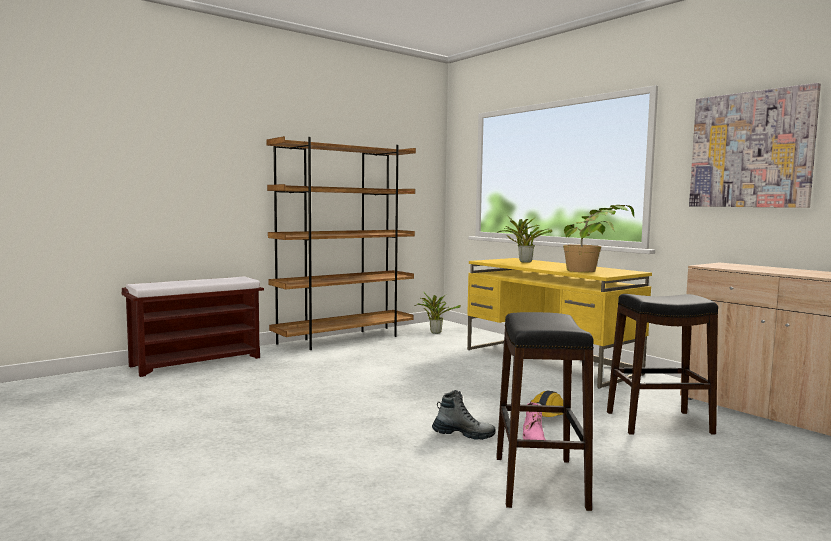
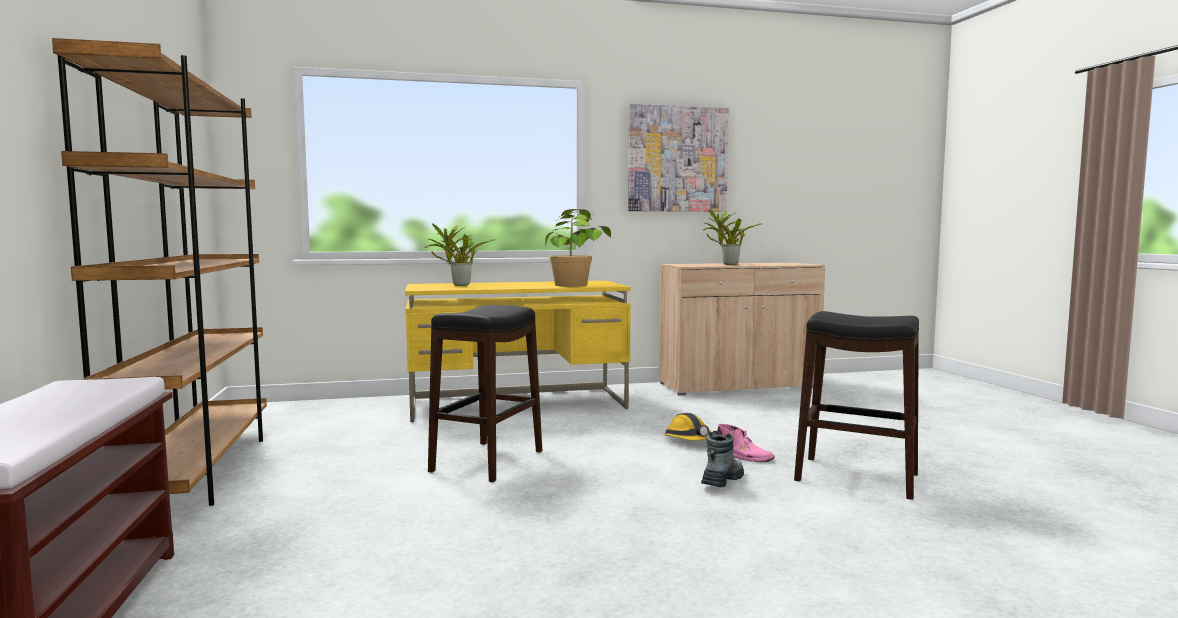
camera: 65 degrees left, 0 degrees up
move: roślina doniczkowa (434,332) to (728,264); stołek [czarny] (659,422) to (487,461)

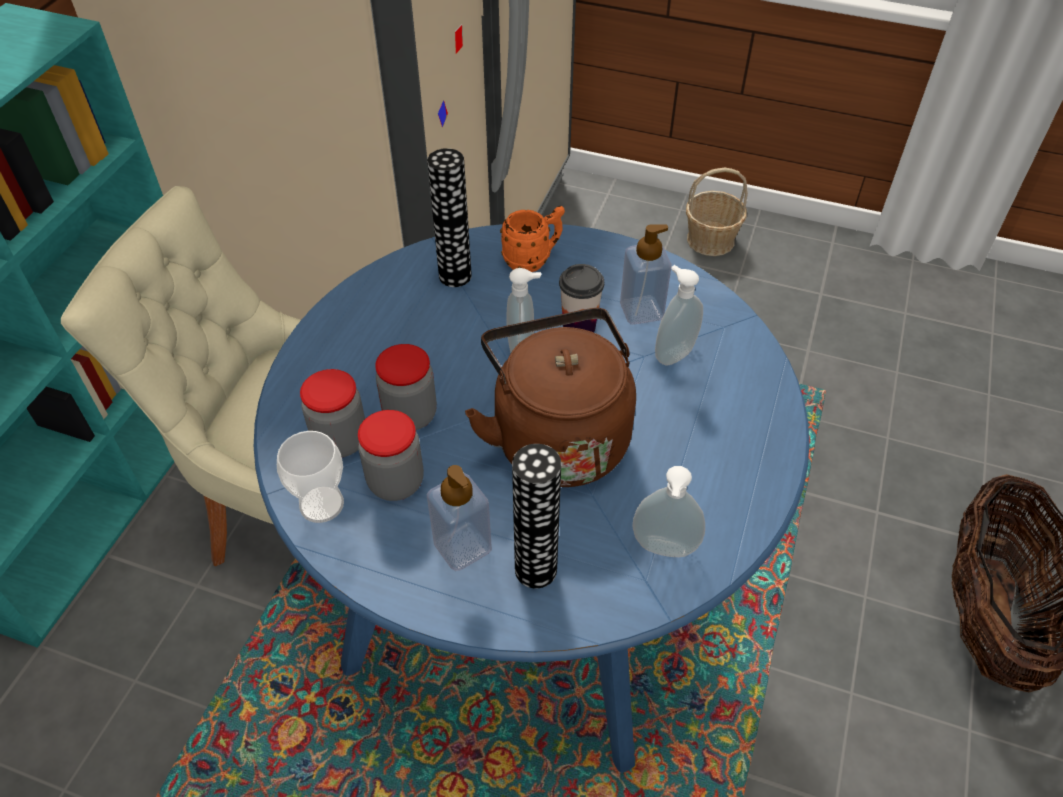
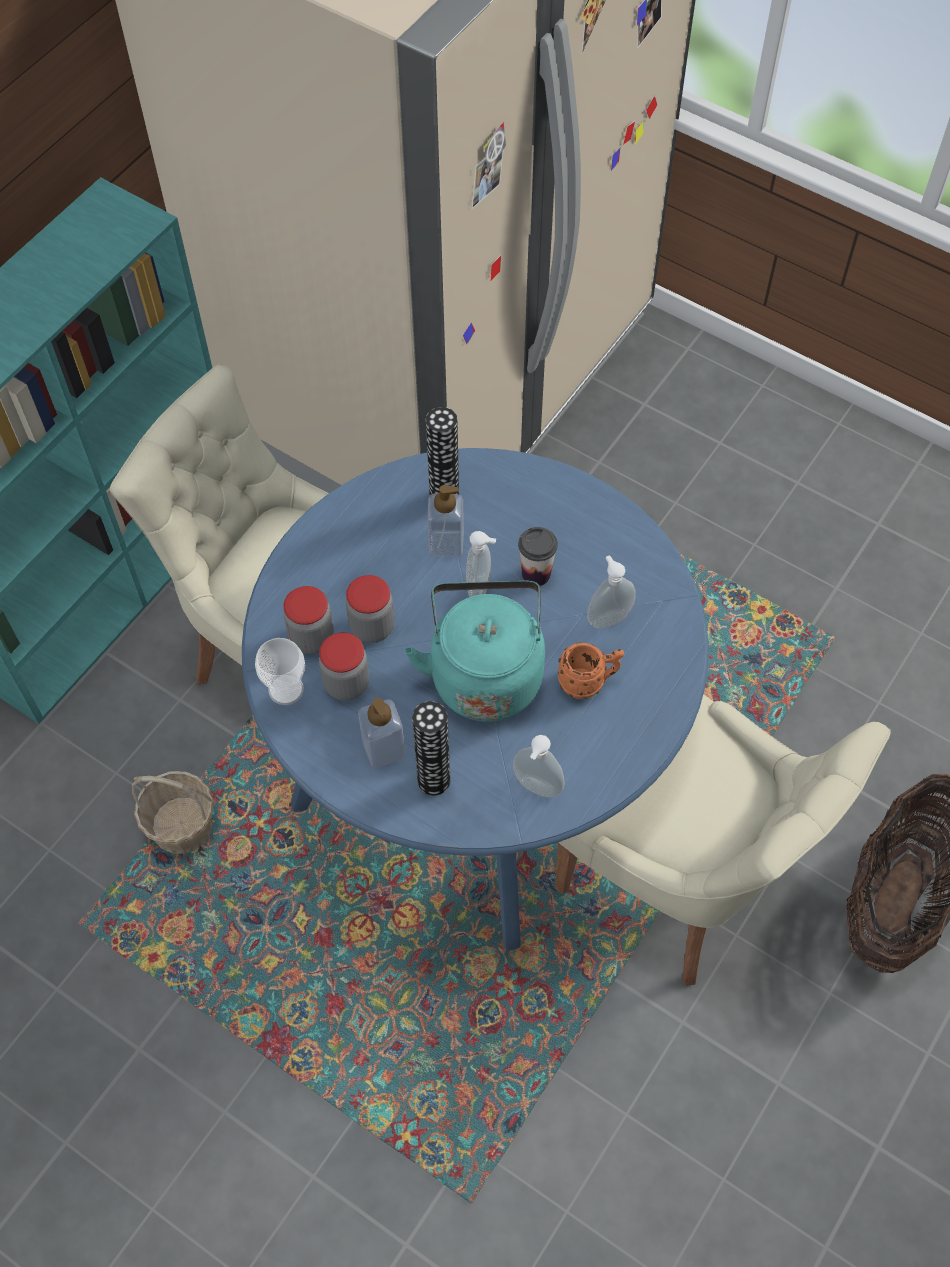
camera: 15 degrees right, 10 degrees up
insert: krzesło [beżowy] (682,878)
move: koszyk (711,240) to (182,826); kubek [pomarańczowy] (533,259) to (588,682); dozownik mydła (641,311) to (446,543)
recolor: czajnik [brązowy] (557,436) to czajnik [turkusowy] (485,673)

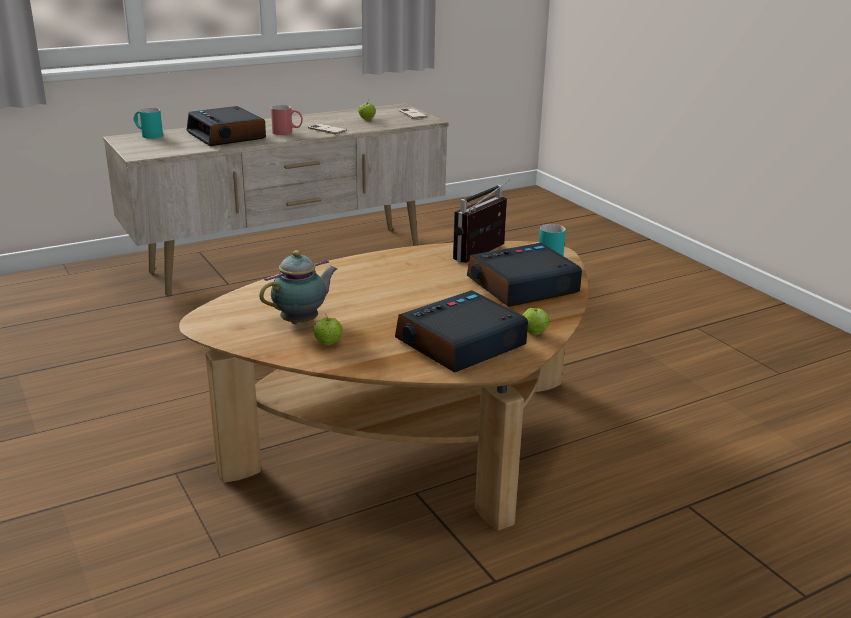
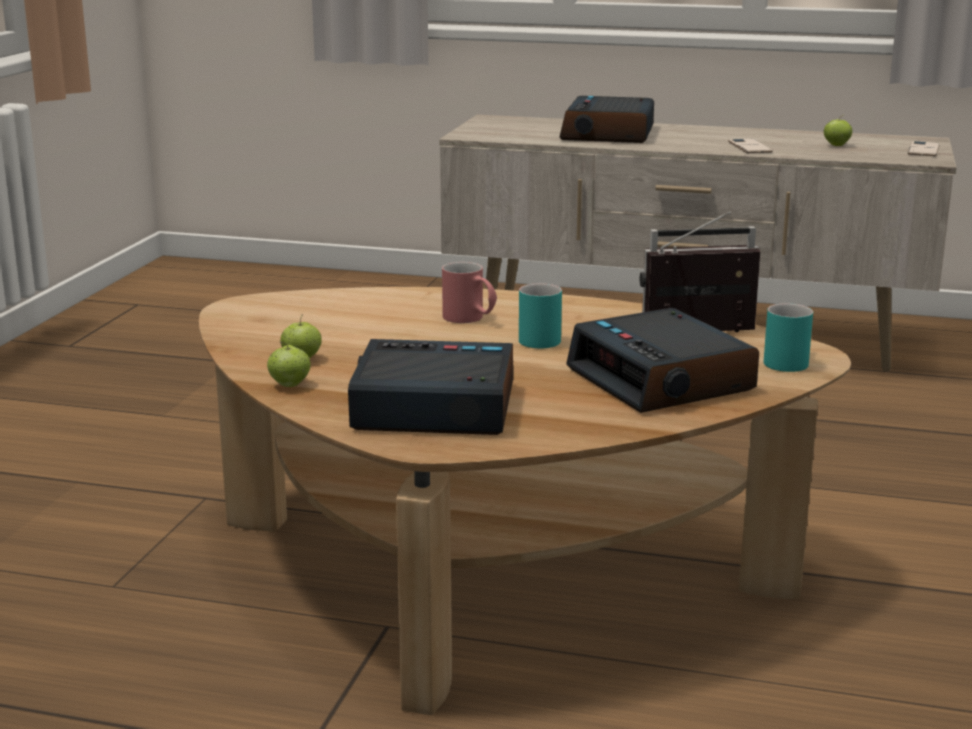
camera: 45 degrees right, 5 degrees down
delete: imbryk (302,321)
move: kubek [czerwony] (287,132) to (470,319); kubek [turkusowy] (148,135) to (536,338); jabłko (534,333) to (290,385)
rotate: budzik (522,286) = (662,380) 135 degrees counterclockwise

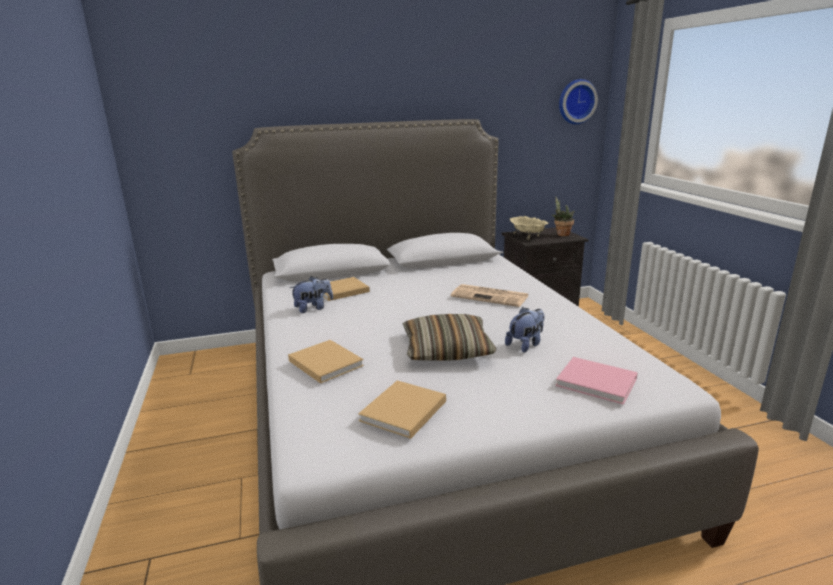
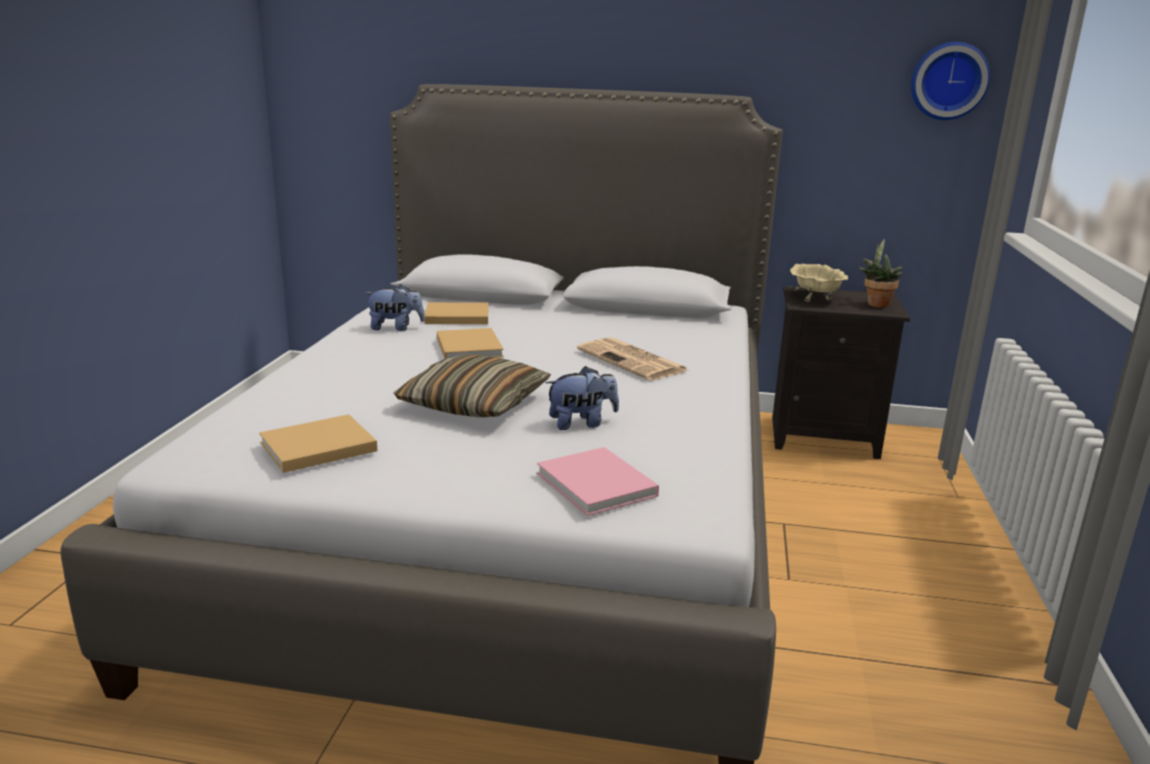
camera: 25 degrees right, 0 degrees up
move: książka [beżowy] (324,362) to (468,346)

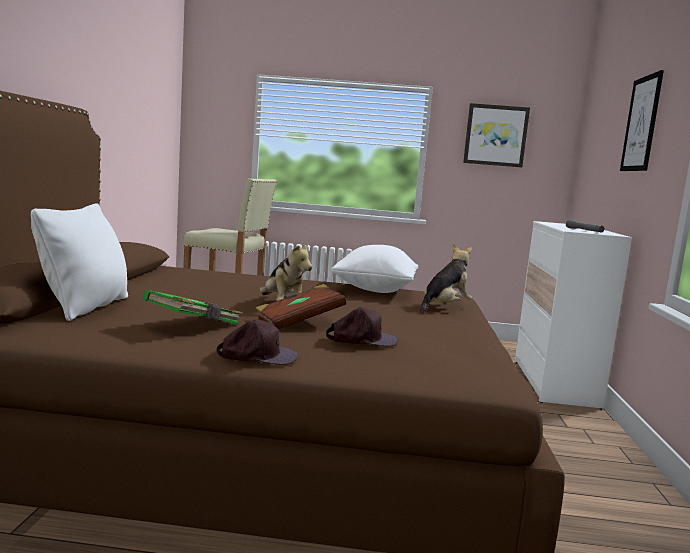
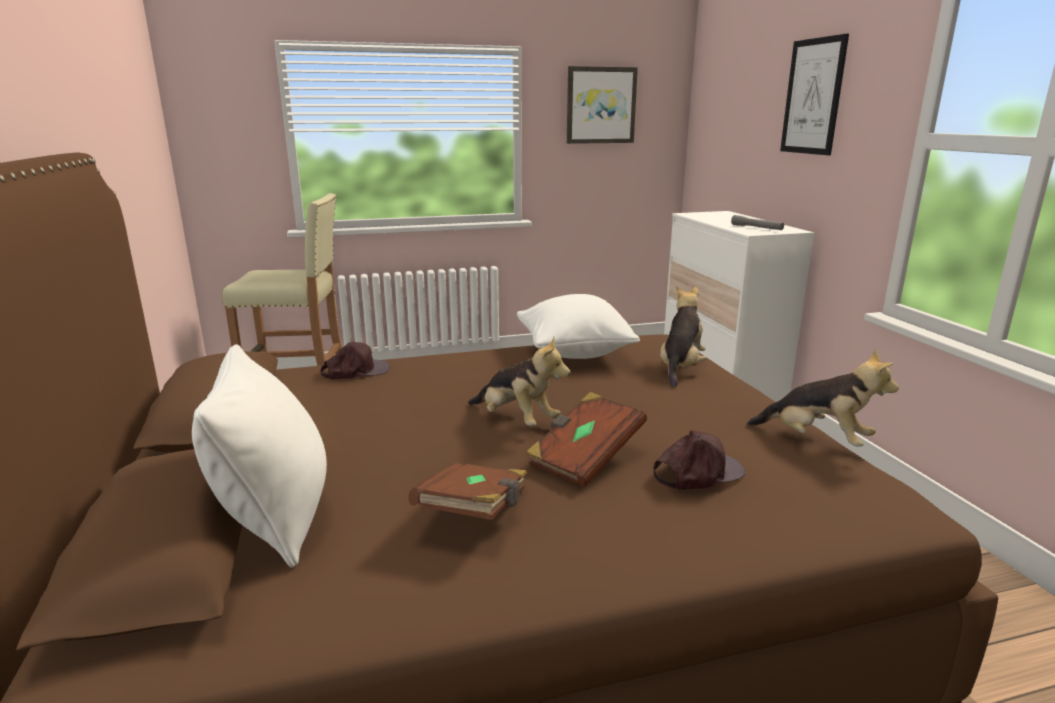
camera: 20 degrees left, 10 degrees up
insert: pluszak (816,440)
move: czapka z daszkiem [brązowy] (258,355) to (356,371)
recolor: książka [zielony] (194,325) to książka [brązowy] (475,511)

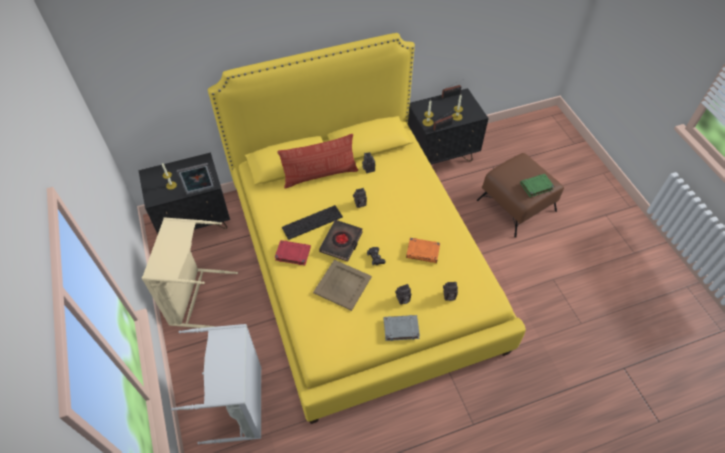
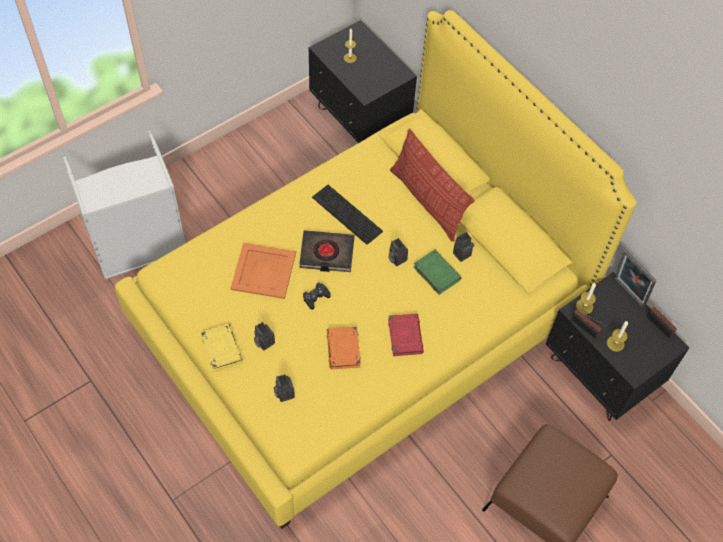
camera: 70 degrees right, 5 degrees up
delete: kosz na pranie [beżowy] (196,297)
move: ramka na zdjęcie (201,192) to (627,293); książka [zielony] (536,187) to (436,273); książka [czerwony] (292,254) to (405,336)
recolor: taca [beżowy] (342,284) to taca [pomarańczowy] (264,270); książka [szary] (400,329) to książka [żółty] (221,348)

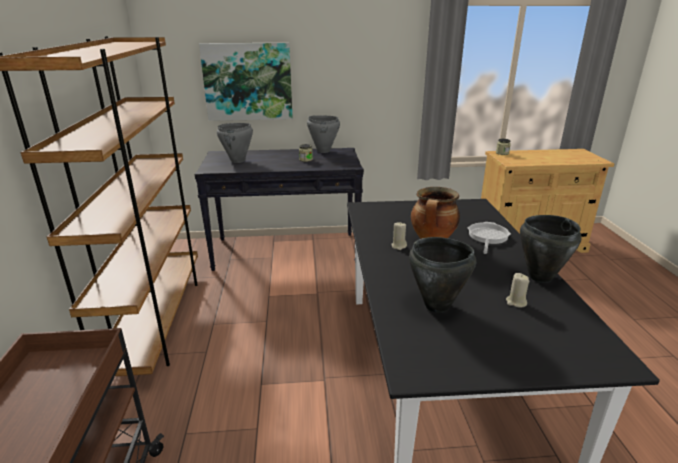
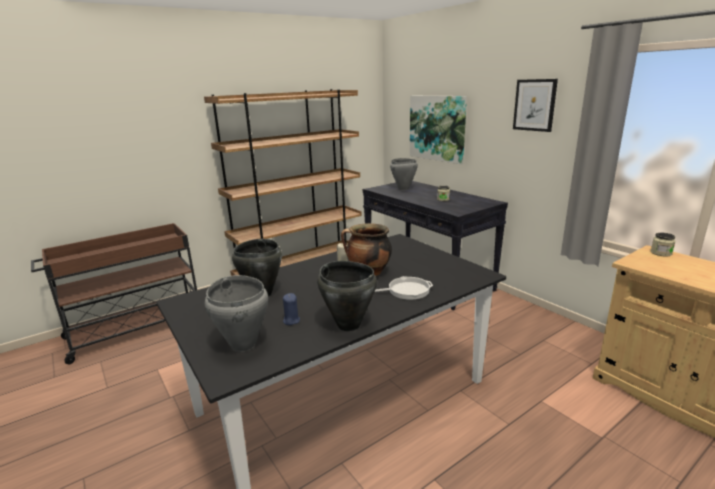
camera: 60 degrees right, 5 degrees down
insert: obraz (534,105)
move: garnek [szary] (323,151) to (244,344)
recolor: świeca [beżowy] (516,302) to świeca [niebieski] (291,320)

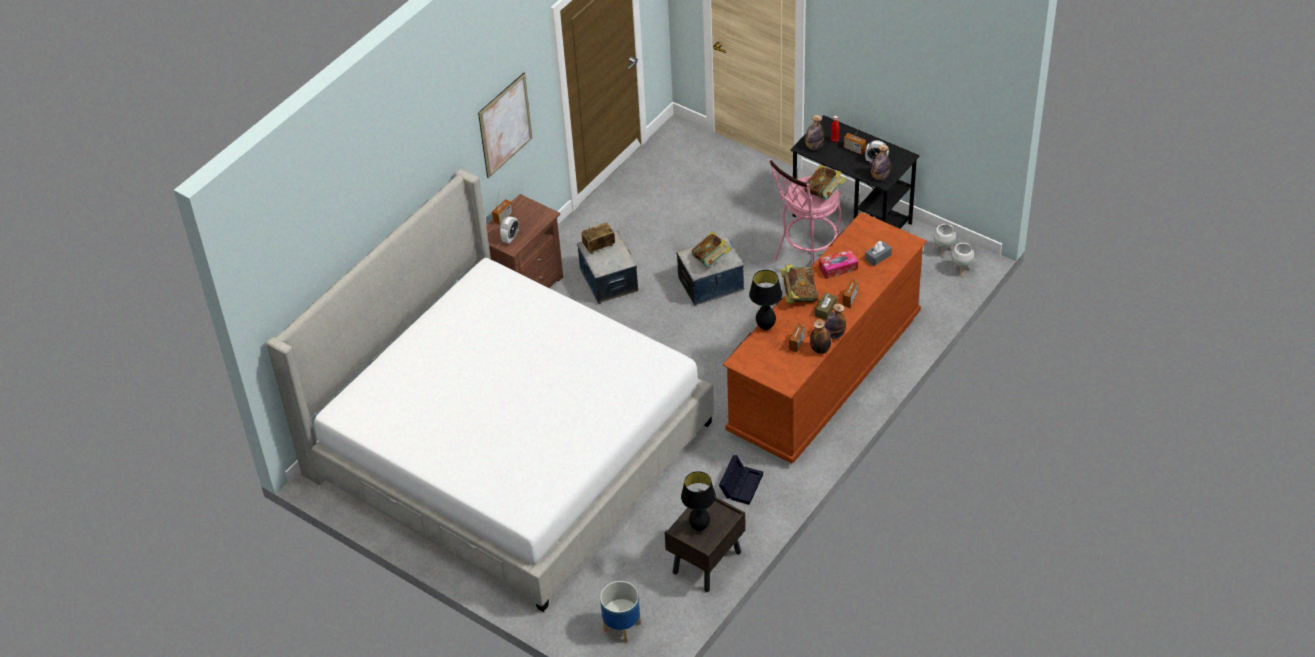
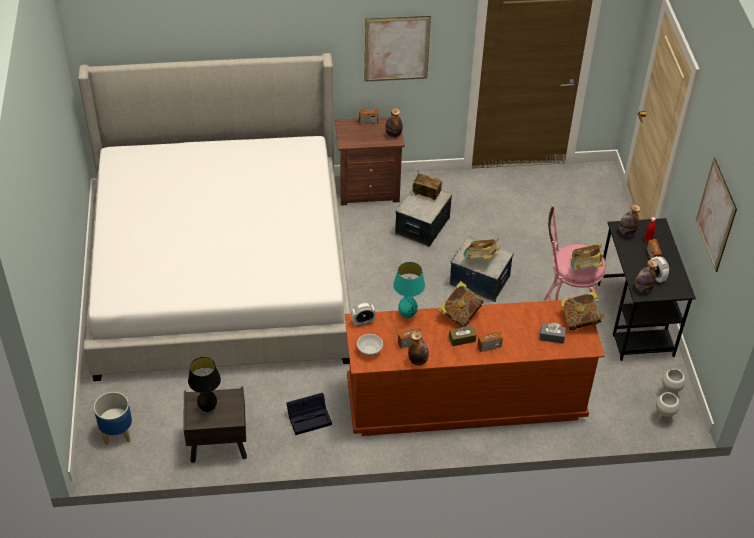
camera: 45 degrees right, 0 degrees up
delete: pudełko chusteczek (838,268)
insert: obraz (716,214); książka (580,321); miska (369,350)
move: budzik (510,238) to (363,322); butelka (834,334) to (393,135)
recolor: lampa stołowa [czarny] (765,326) to lampa stołowa [turkusowy] (407,315)

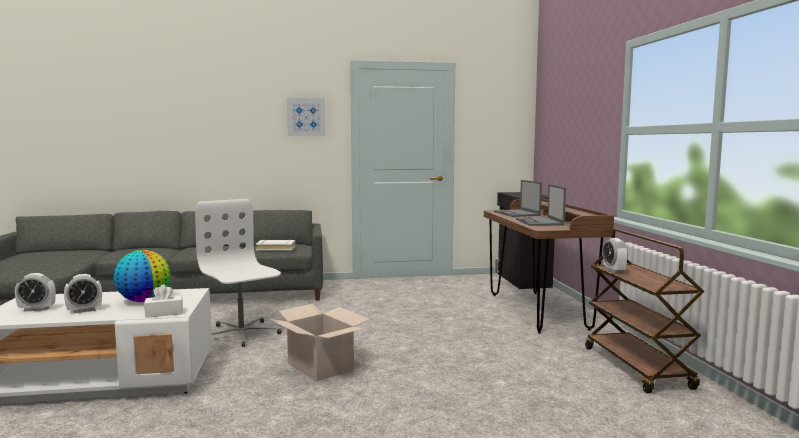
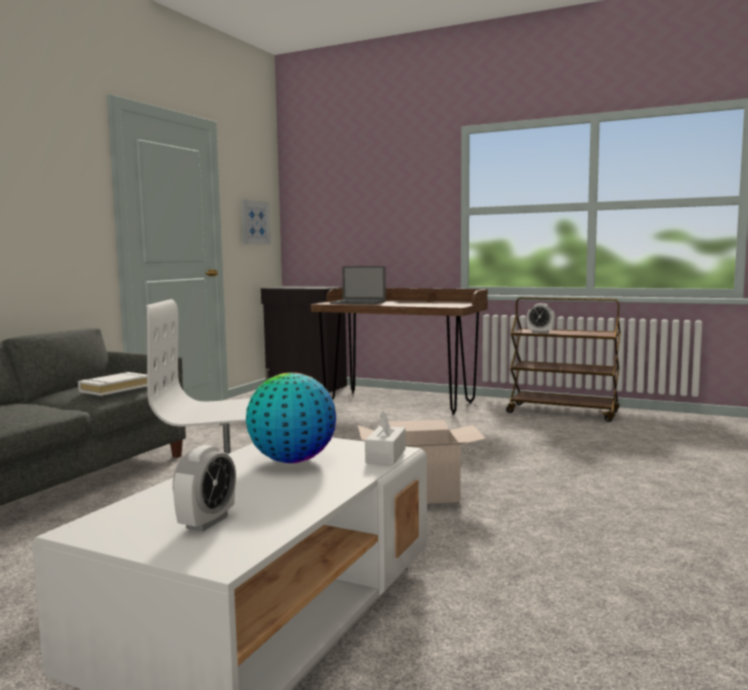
camera: 55 degrees left, 0 degrees up
delete: laptop (540,222); budzik (84,310)
move: obraz (306,117) to (255,222)

